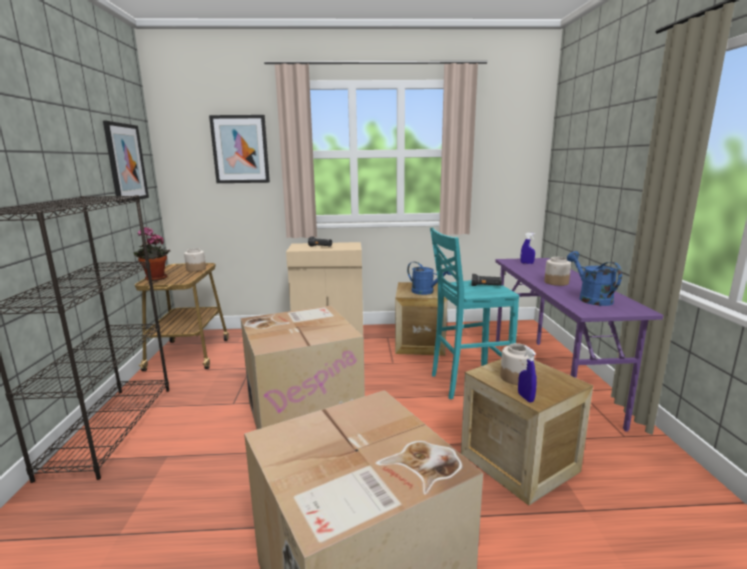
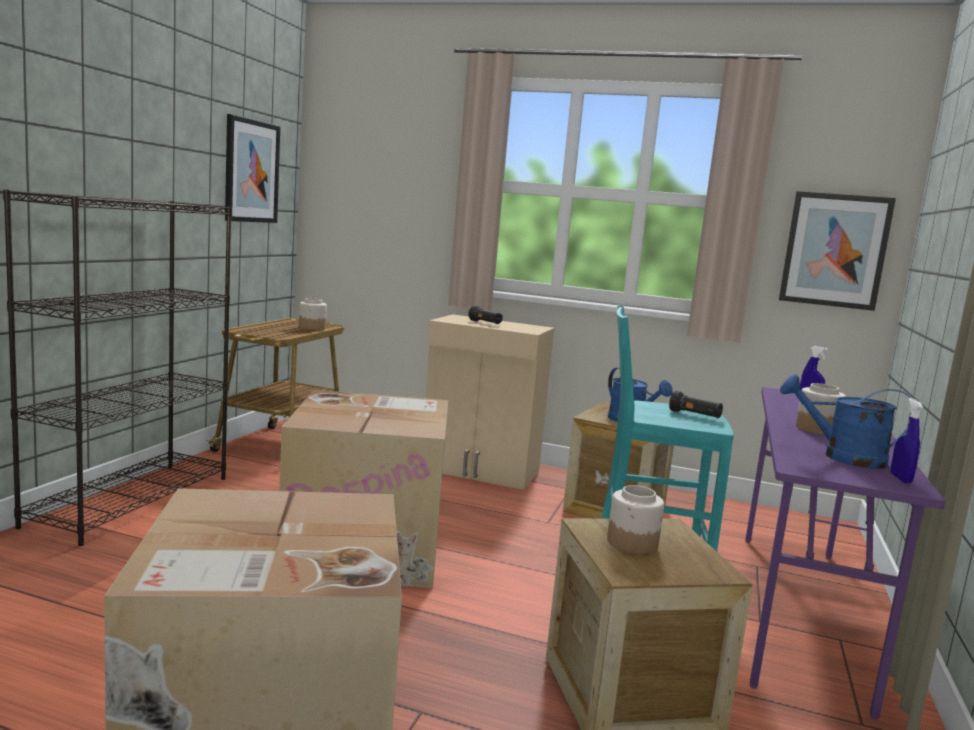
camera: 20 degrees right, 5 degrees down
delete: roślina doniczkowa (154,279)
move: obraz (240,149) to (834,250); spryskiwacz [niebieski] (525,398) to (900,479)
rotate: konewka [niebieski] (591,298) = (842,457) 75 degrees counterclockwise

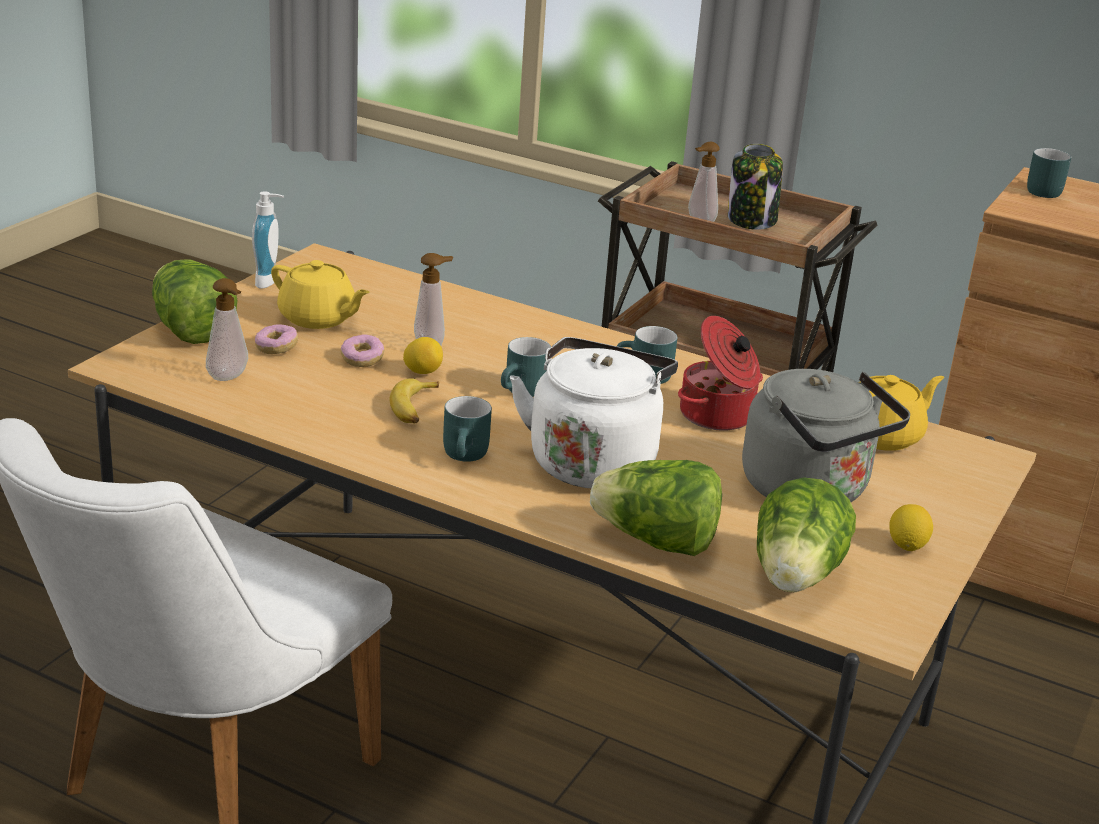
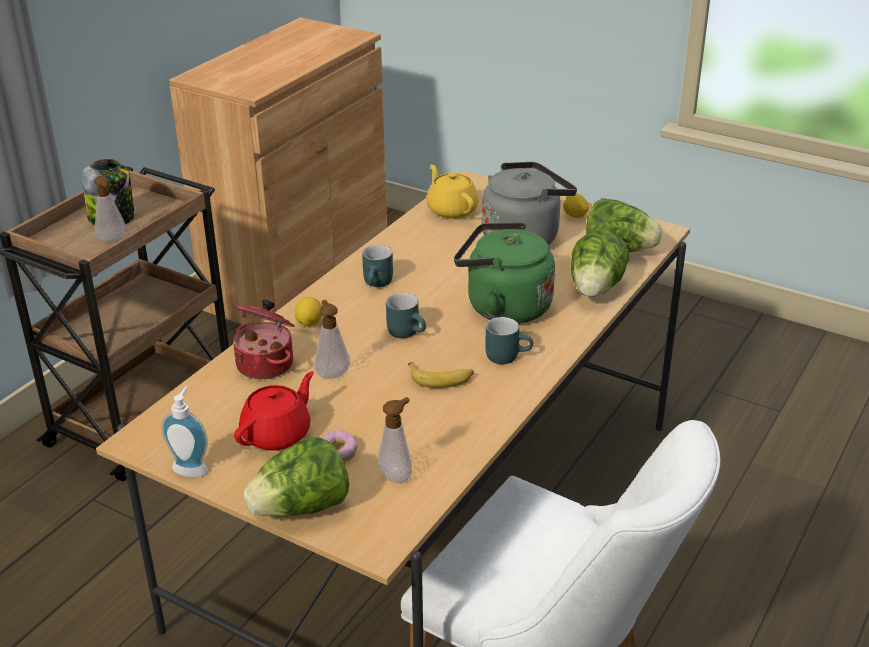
camera: 85 degrees left, 5 degrees up
delete: kubek [turkusowy] (1039,190); donut (362,359)
move: garnek (718,416) to (266,364); cytryna (422,372) to (309,323)
recolor: imbryk [żółty] (318,319) to imbryk [czerwony] (278,434); czajnik [biały] (593,461) to czajnik [zielony] (503,307)

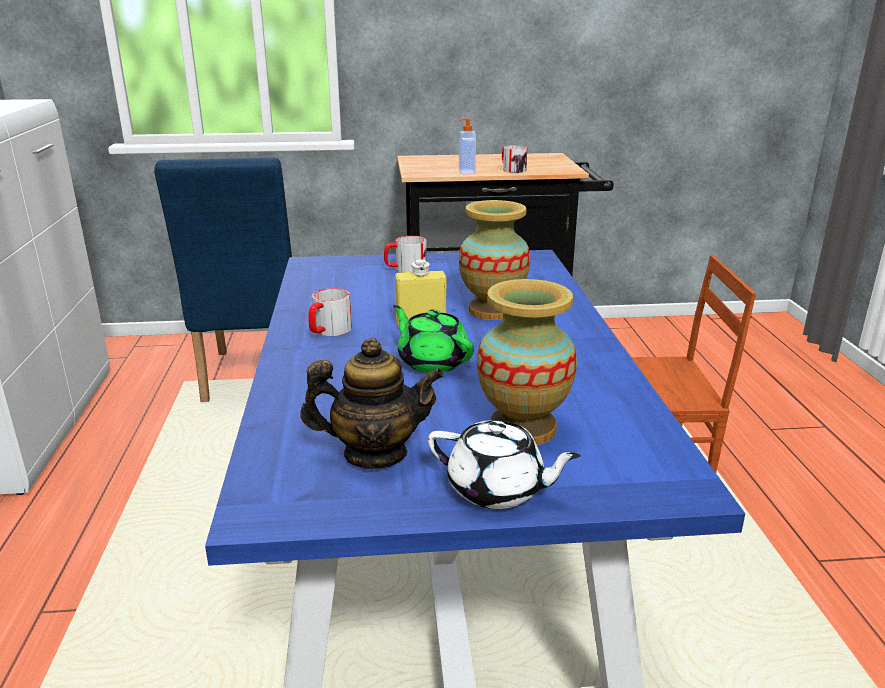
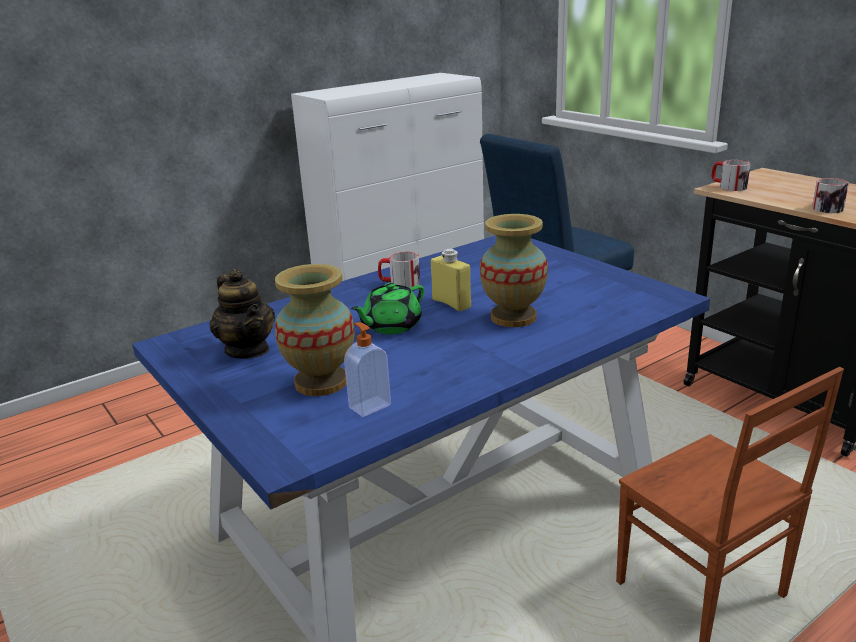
camera: 60 degrees right, 0 degrees up
delete: imbryk [biały] (497,490)
move: dozownik mydła (466,172) to (369,406); kubek (405,269) to (728,186)
rotate: imbryk [zielony] (432,361) = (391,326) 150 degrees counterclockwise

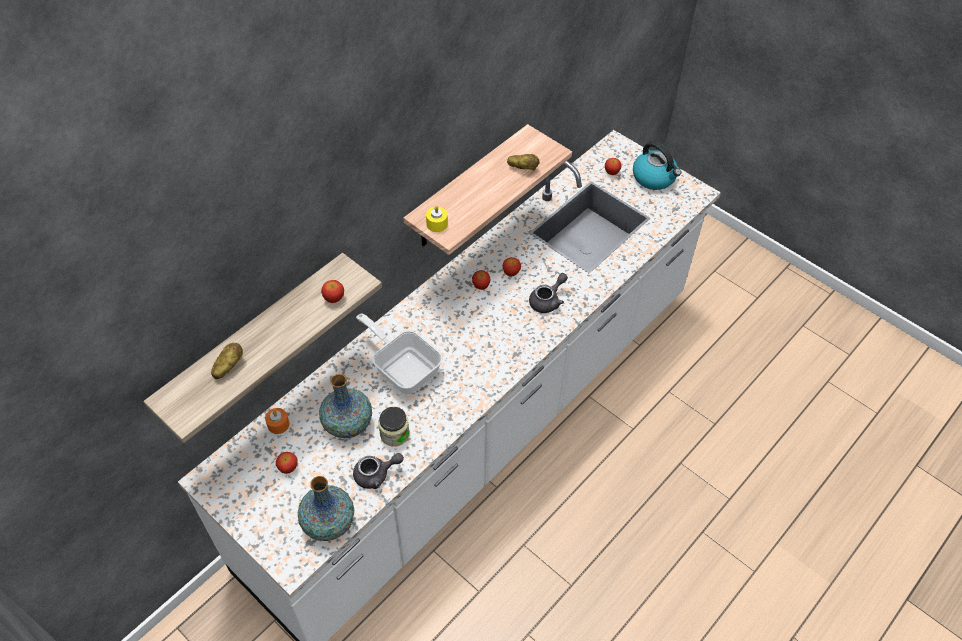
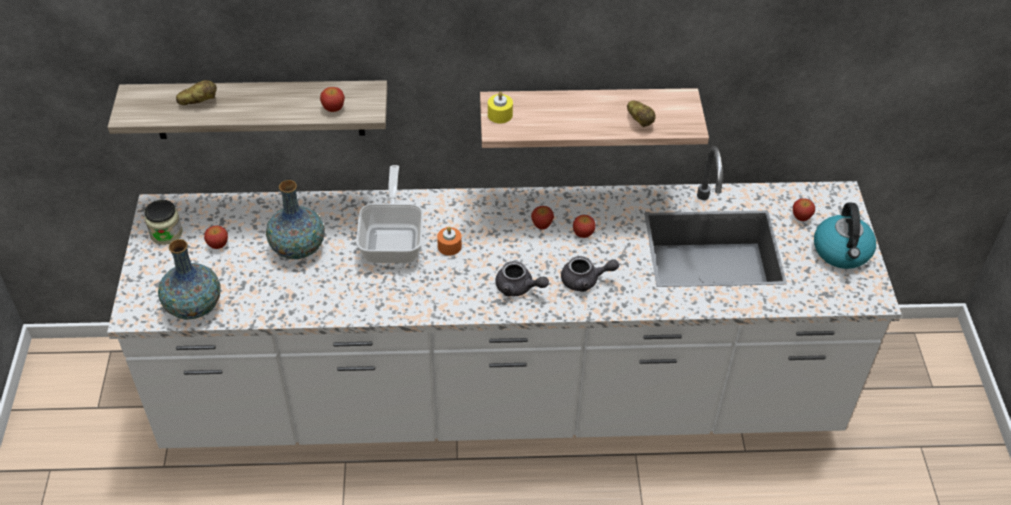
camera: 45 degrees right, 5 degrees down
move: słoik (394,434) to (166,233); świeca [pomarańczowy] (278,424) to (449,246); imbryk [szary] (376,475) to (518,288)

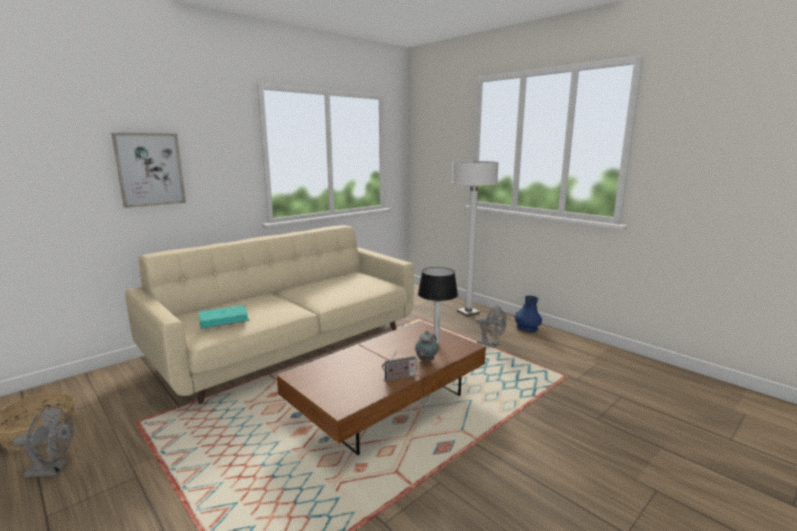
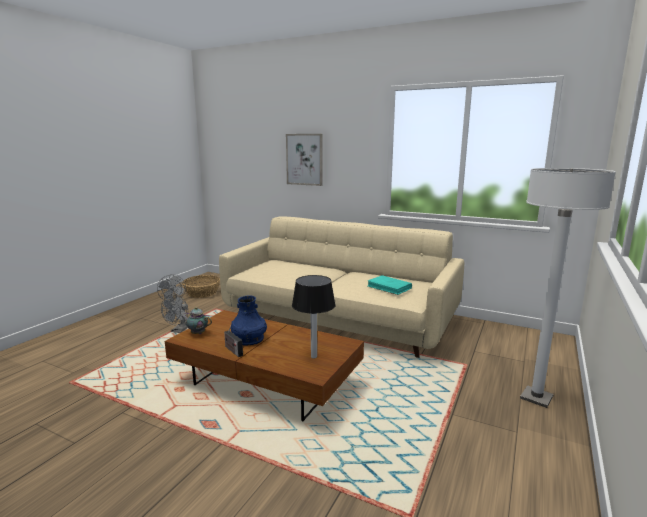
camera: 70 degrees right, 0 degrees up
move: wazon [niebieski] (527,328) to (249,339); książka [turkusowy] (224,319) to (389,287); wentylator [szary] (491,344) to (179,331); imbryk (425,361) to (197,333)

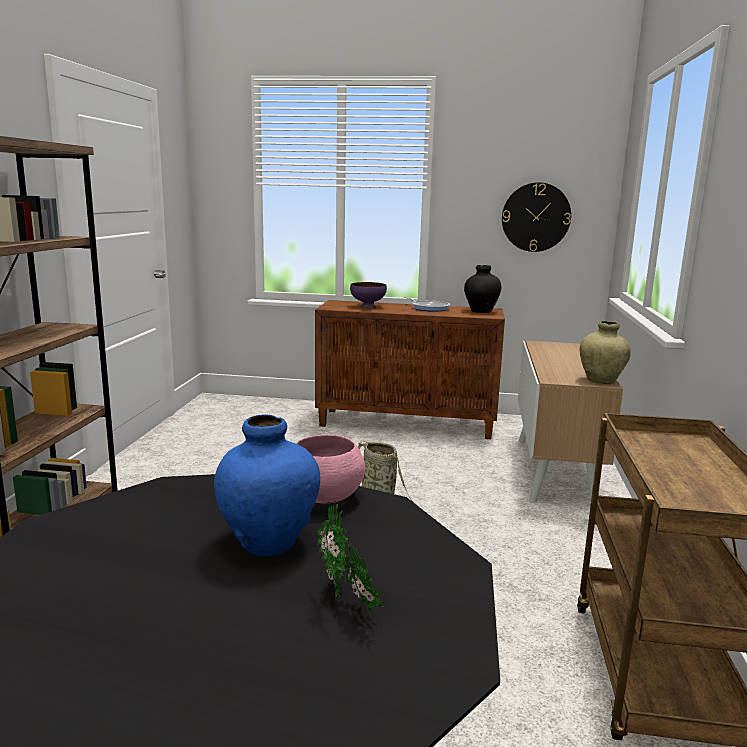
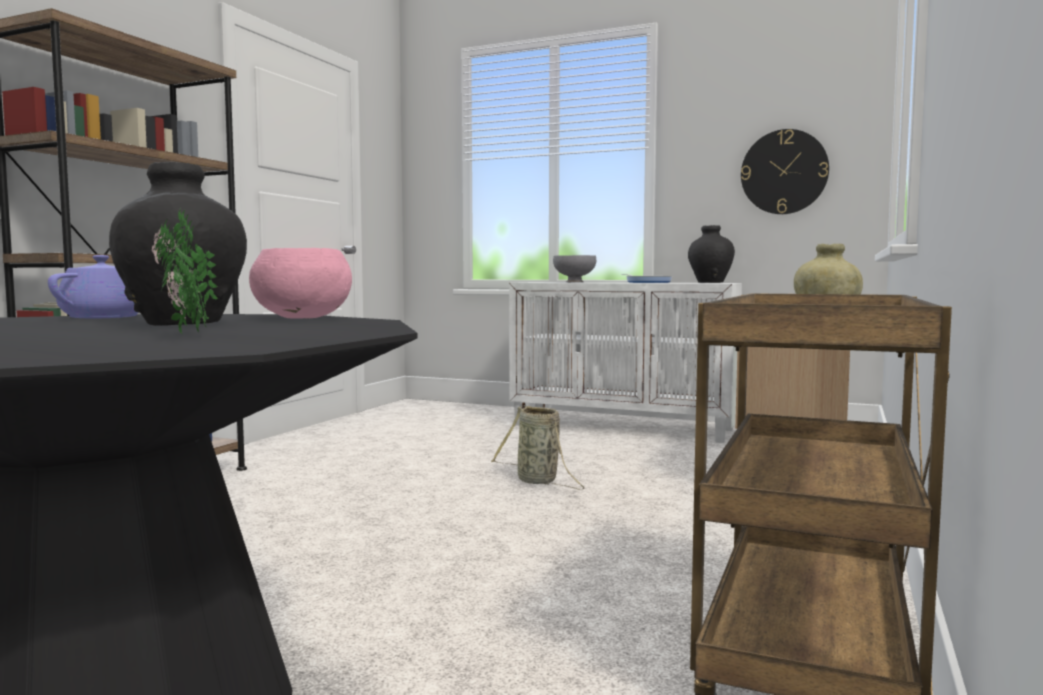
camera: 15 degrees right, 10 degrees down
insert: imbryk [fioletowy] (106,317)
recolor: miska [fioletowy] (368,306) to miska [szary] (574,282); szafka [brązowy] (407,423) to szafka [biały] (624,427); wazon [niebieski] (269,542) to wazon [czarny] (184,324)

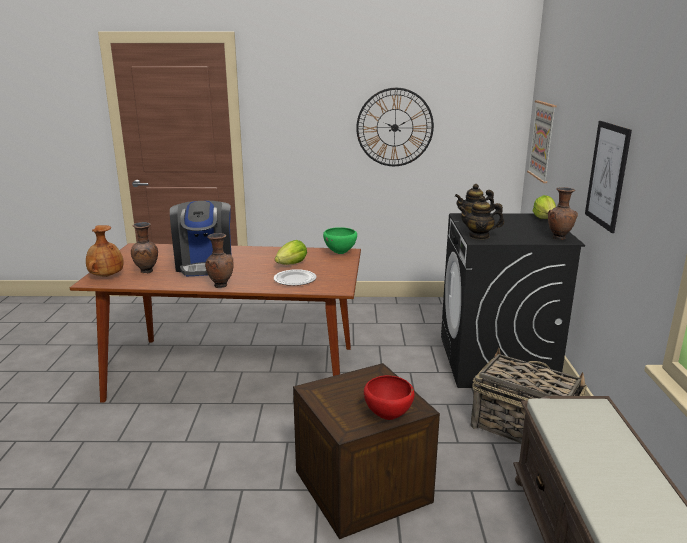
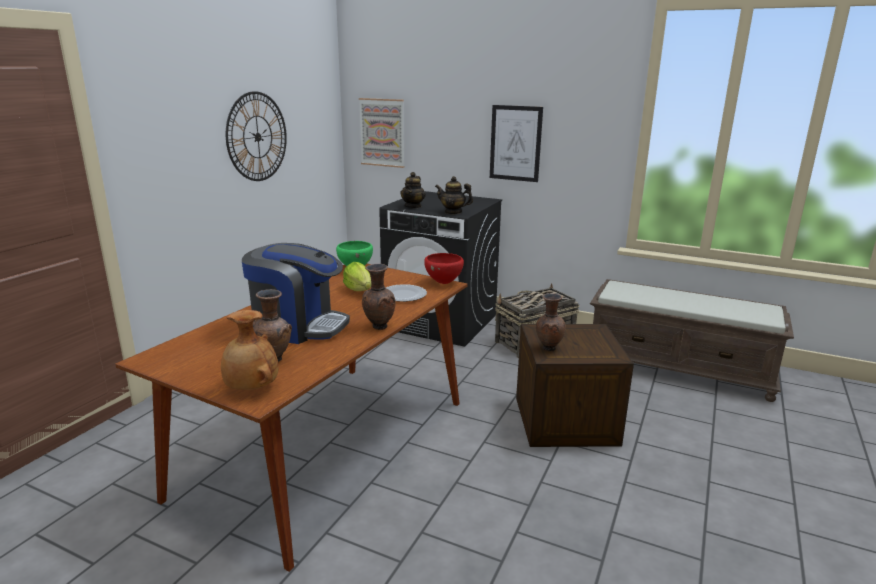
camera: 65 degrees left, 0 degrees up
delete: sałata (544,219)
move: wazon [brązowy] (559,238) to (548,348); miska [czerwony] (389,416) to (444,283)
rotate: imbryk (479,236) = (453,212) 75 degrees clockwise

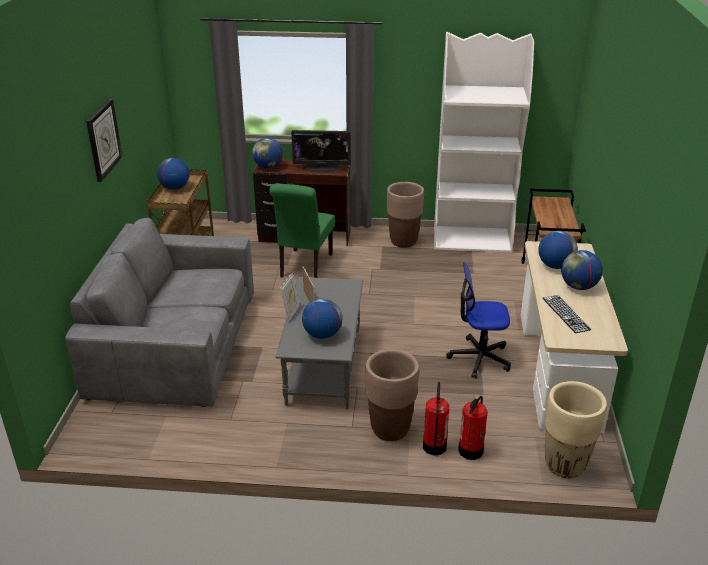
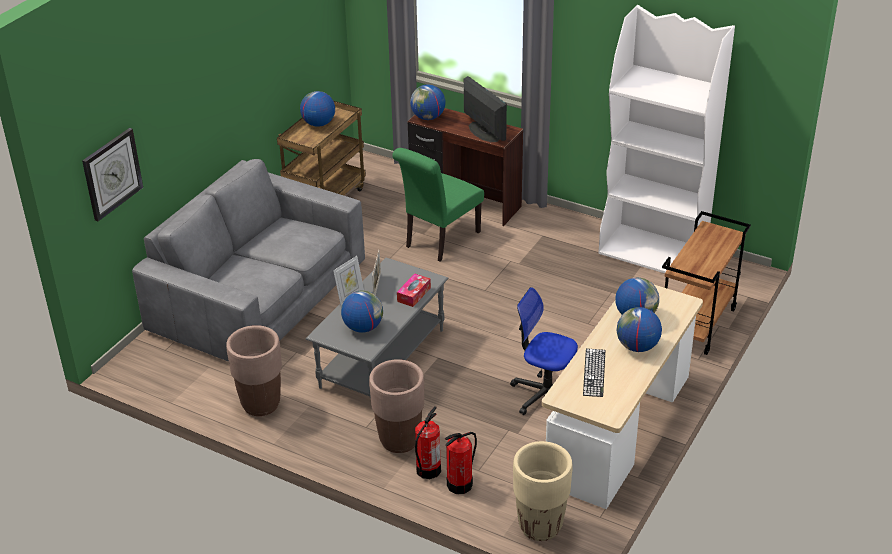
camera: 25 degrees right, 5 degrees up
insert: pudełko chusteczek (414,294)
move: zegar ścienny (103,139) to (112,174); donica [brązowy] (403,241) to (260,404)
rotate: monitor (321,168) = (484,132) 150 degrees counterclockwise

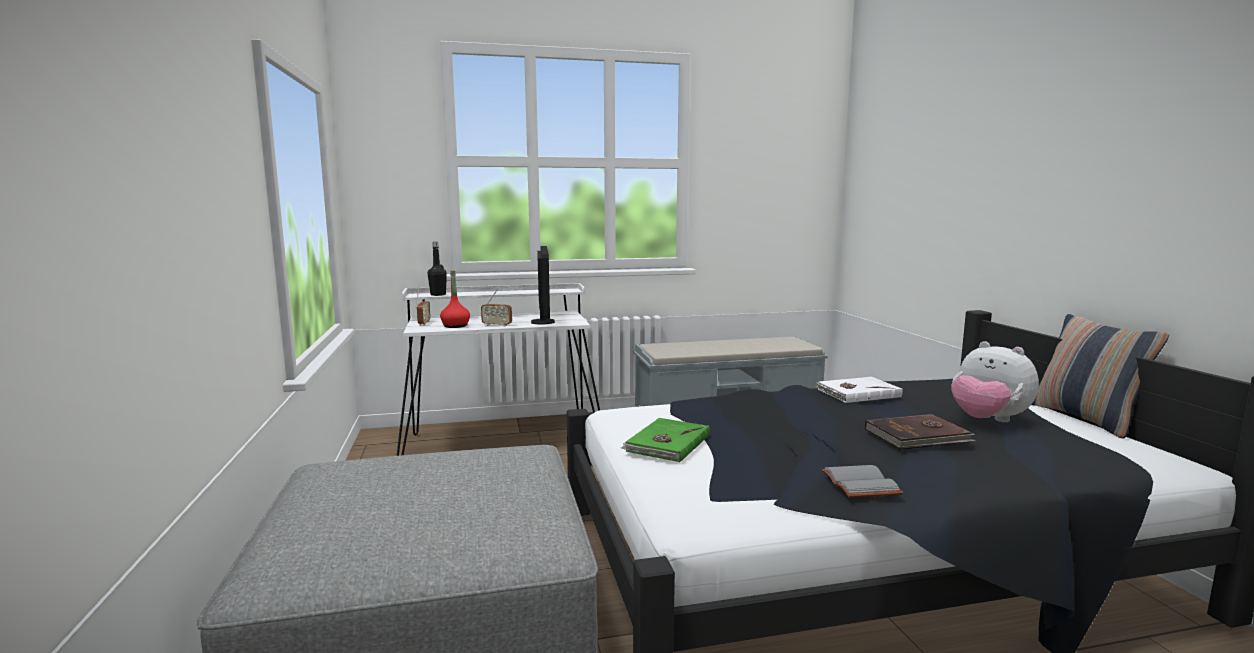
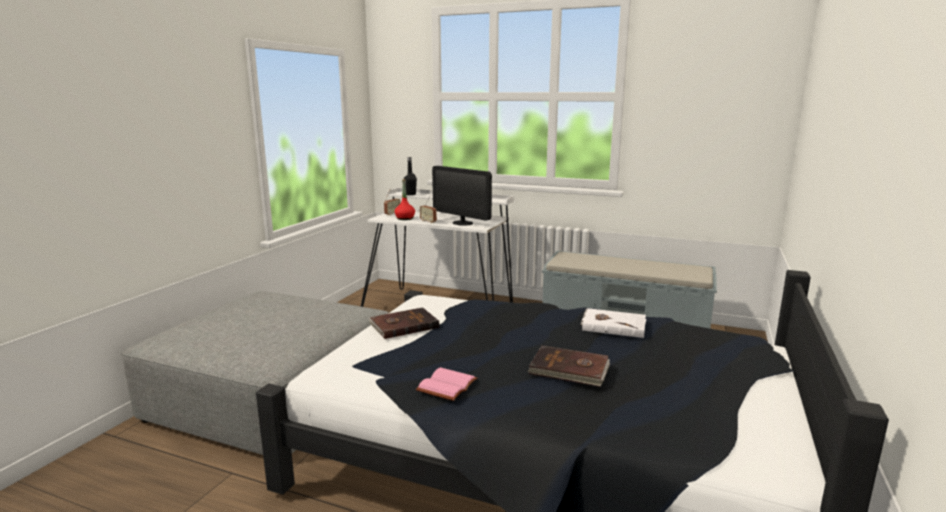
camera: 35 degrees right, 5 degrees up
delete: poduszka (1085,419); pluszak (988,420)
recolor: książka [zielony] (666,443) to książka [brązowy] (403,325); książka [szary] (862,484) to książka [różowy] (448,386)
rotate: monitor (542,321) = (462,223) 105 degrees clockwise

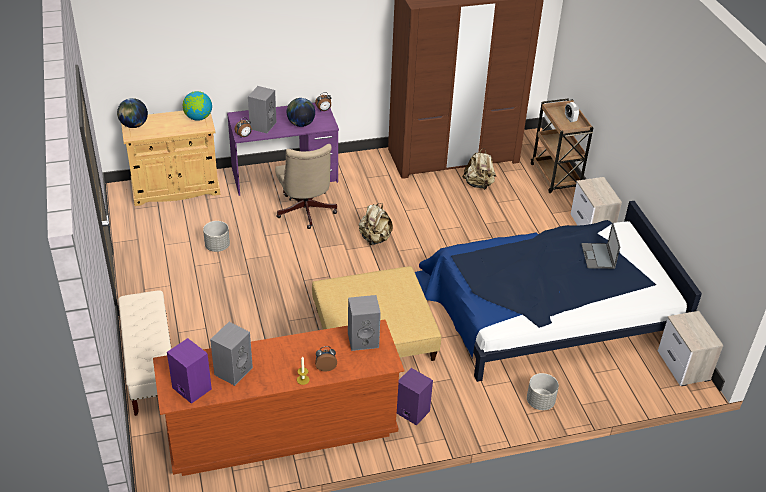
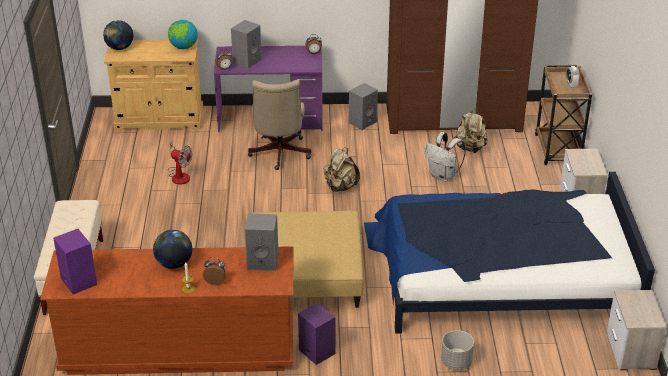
camera: 15 degrees right, 5 degrees down
delete: laptop (598,256)
insert: plecak [biały] (443,176)
move: globus (301,124) to (174,264); głośnik [szary] (233,370) to (362,122)
replace: donica [szary] (217,246) to wentylator (179,175)

